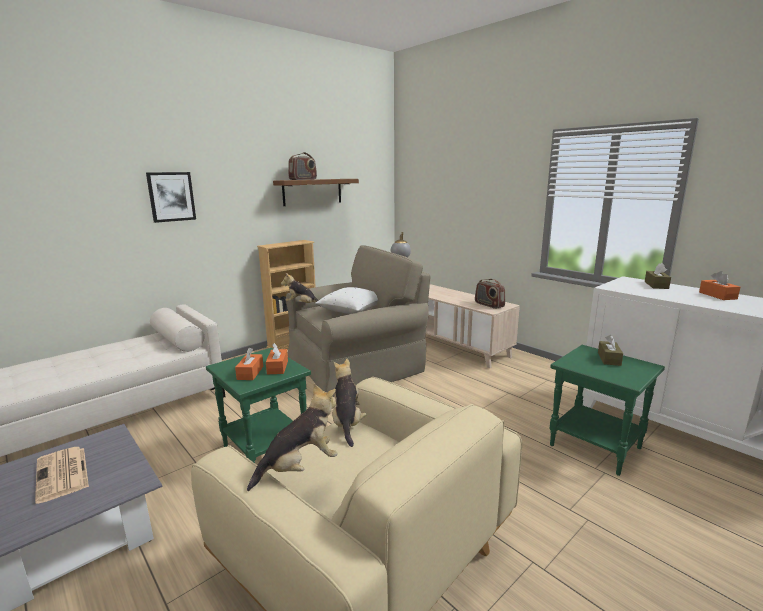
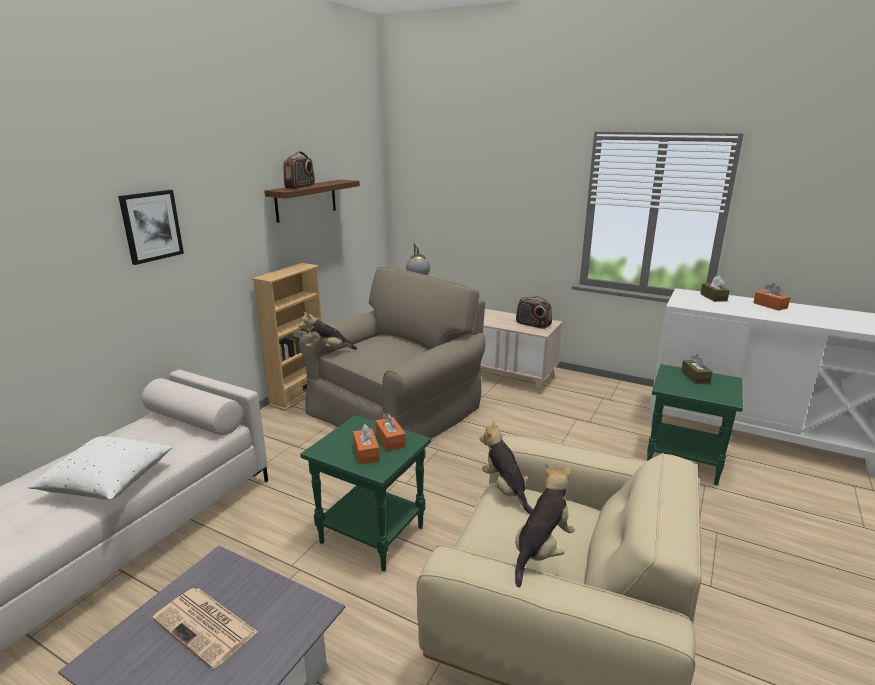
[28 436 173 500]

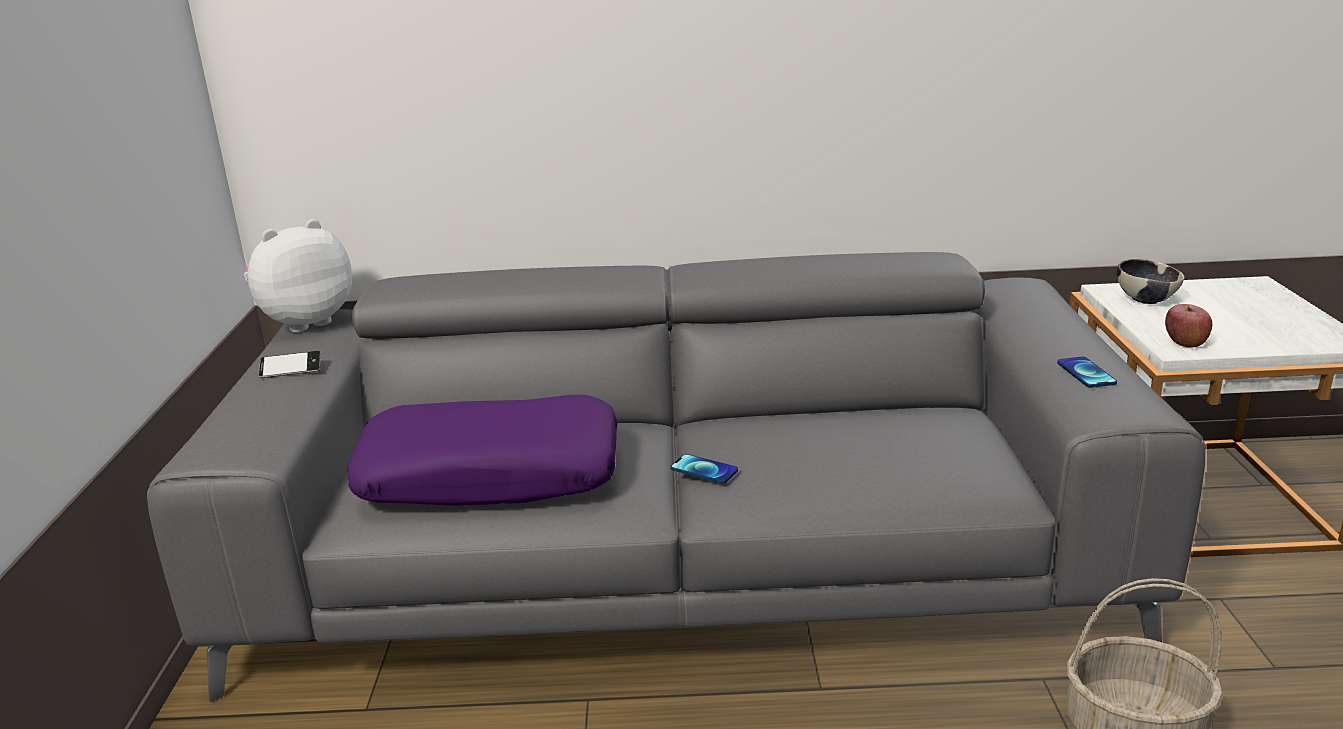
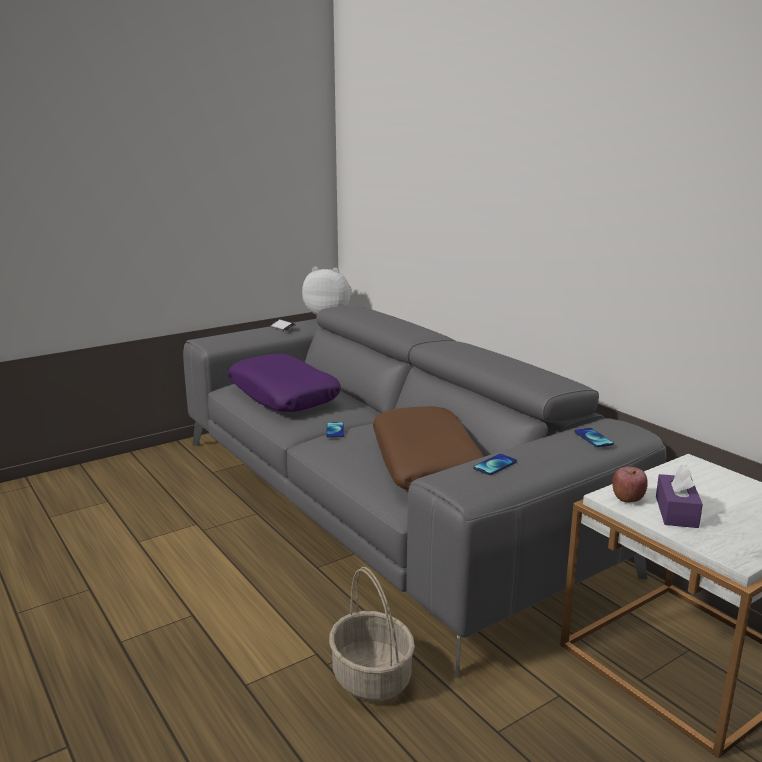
[1117 259 1184 304] (first image)
[373 406 484 490]
[574 428 614 447]
[656 465 703 528]

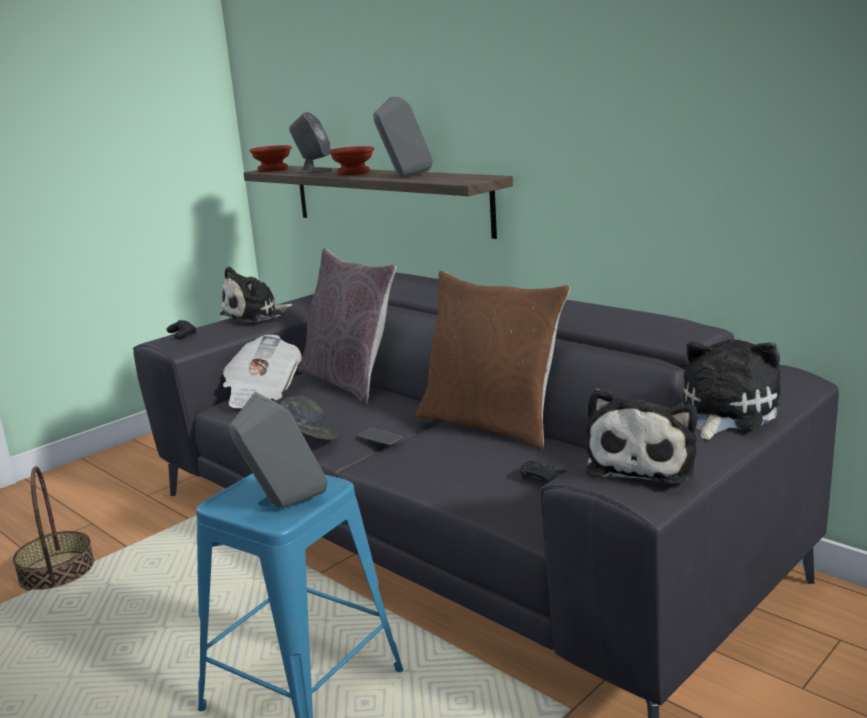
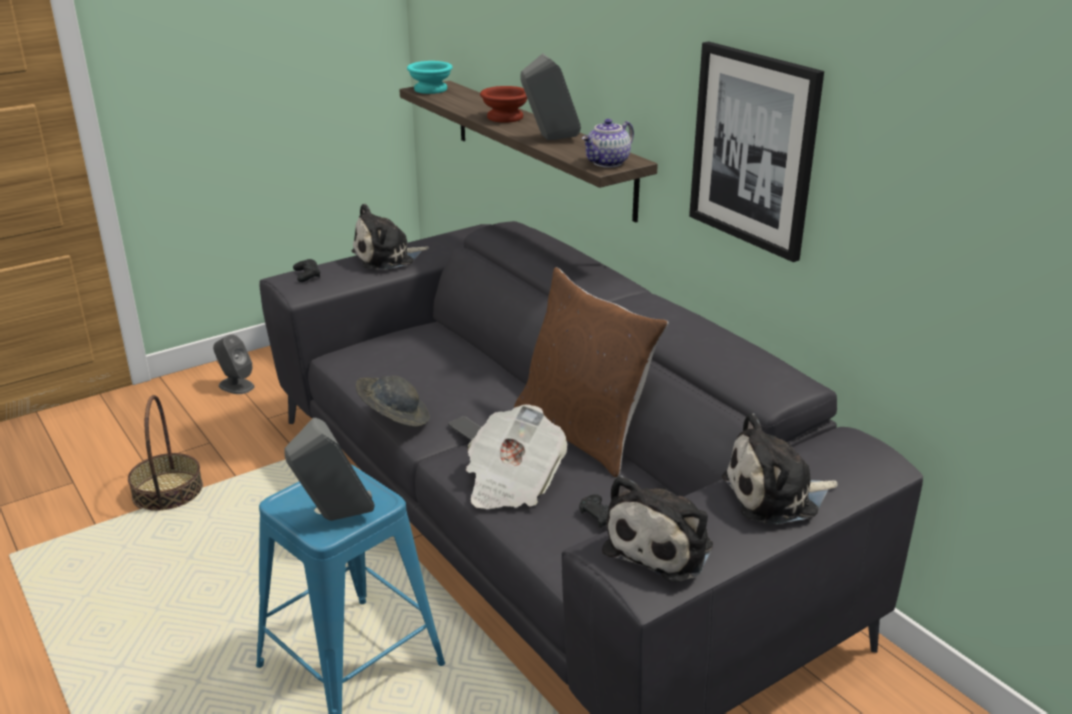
[213 334 254 394]
[407 61 453 94]
[298 248 397 404] (first image)
[466 404 567 509]
[722 413 838 524]
[689 42 824 262]
[582 119 634 168]

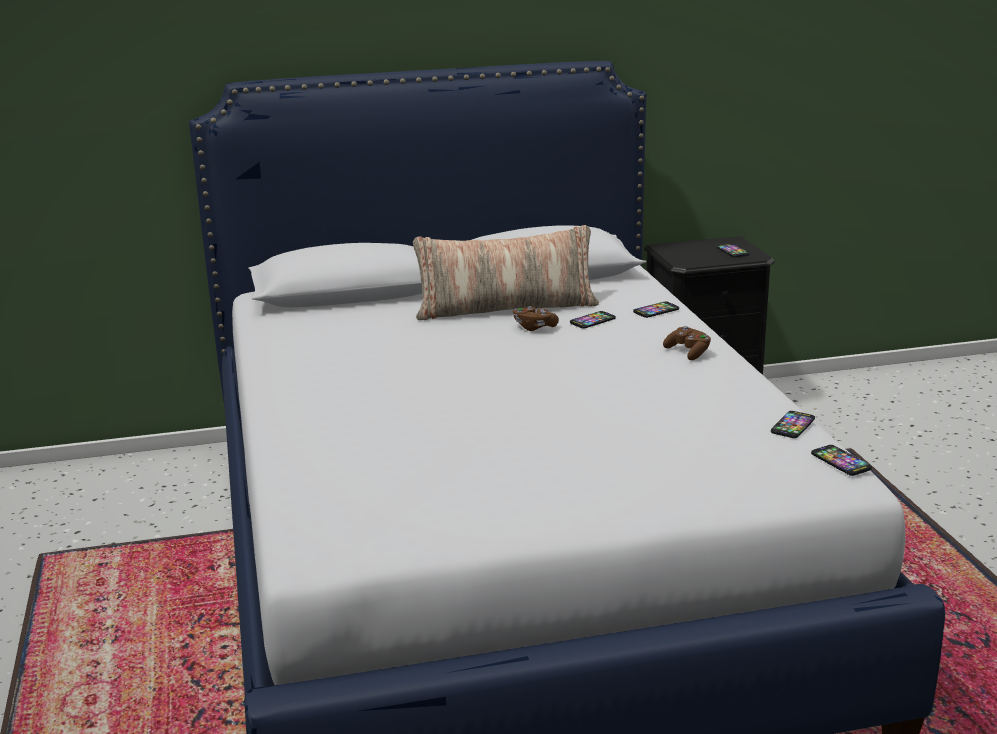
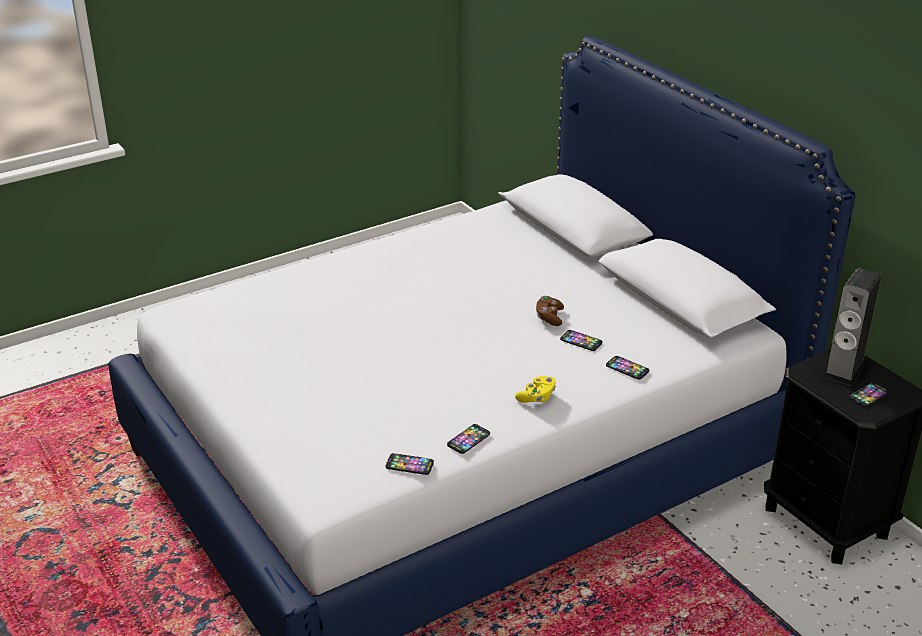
[413 225 599 320] (first image)
[515 376 556 403]
[447 424 490 454]
[823 268 881 386]

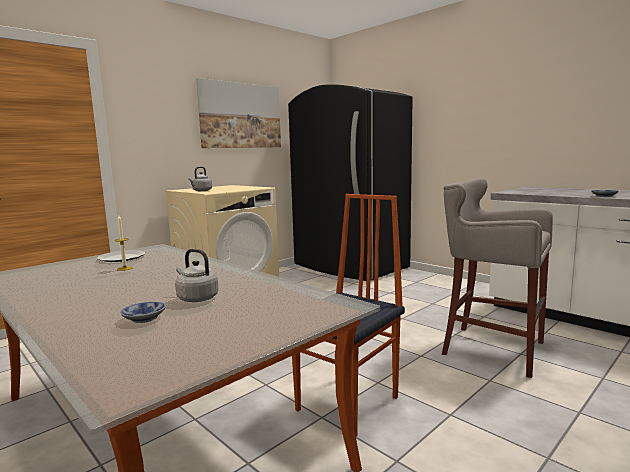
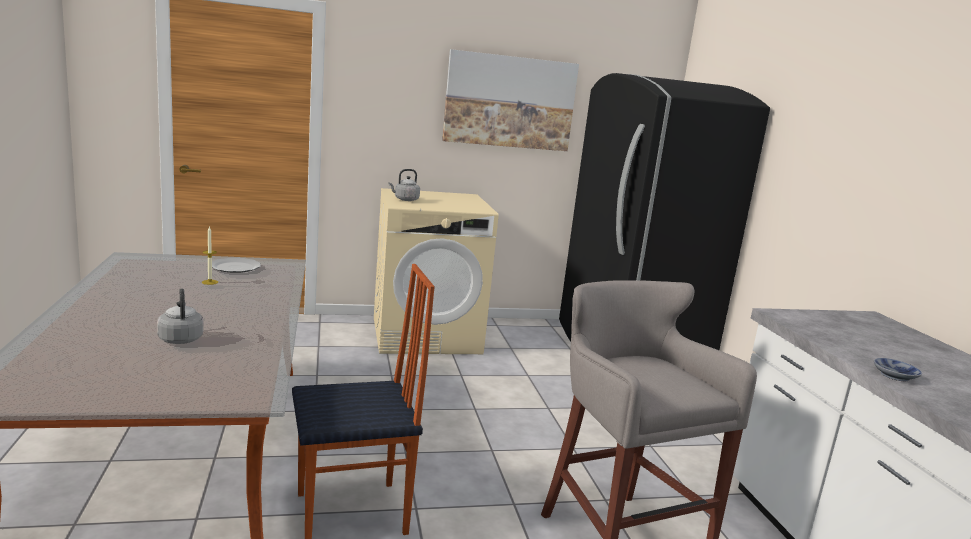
[120 302 166 323] (first image)

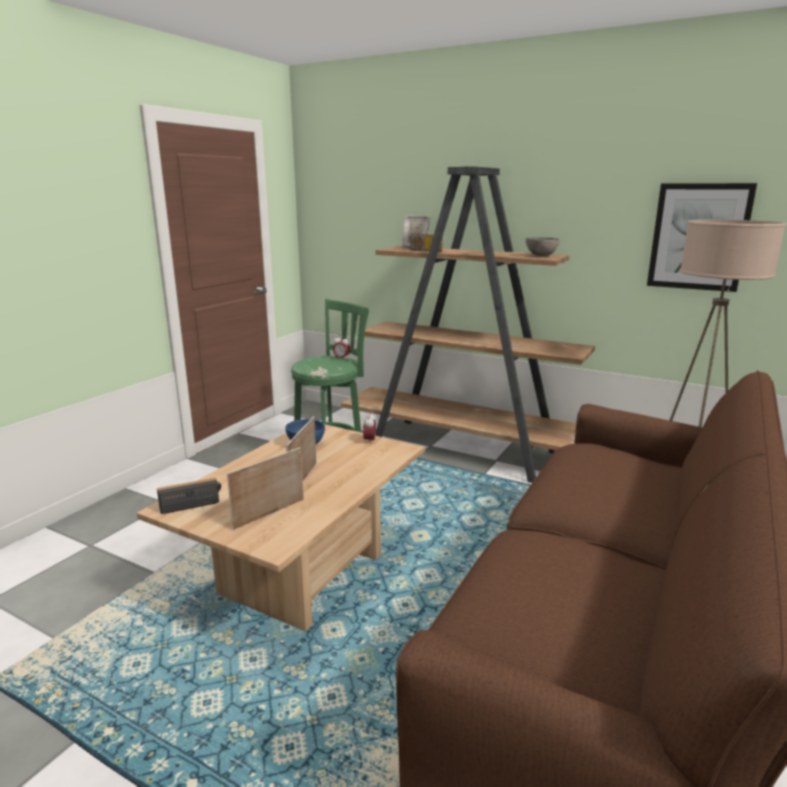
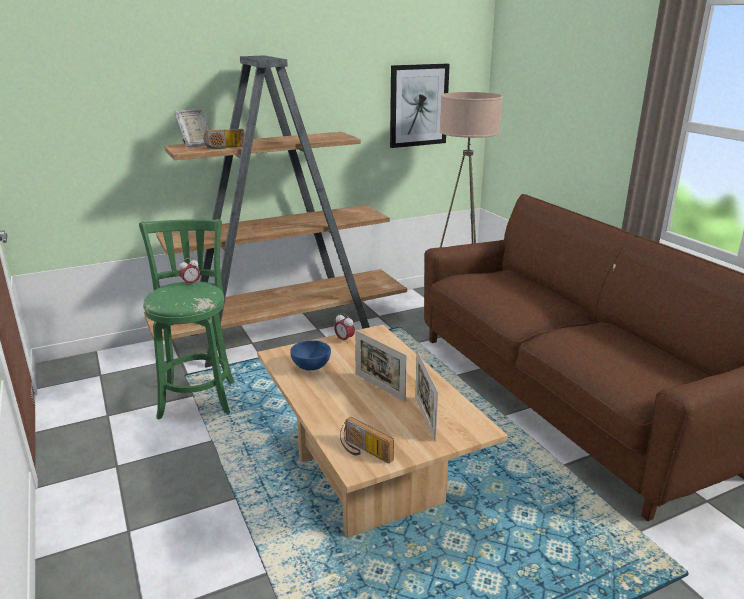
[526 237 560 256] (first image)
[340 417 394 463]

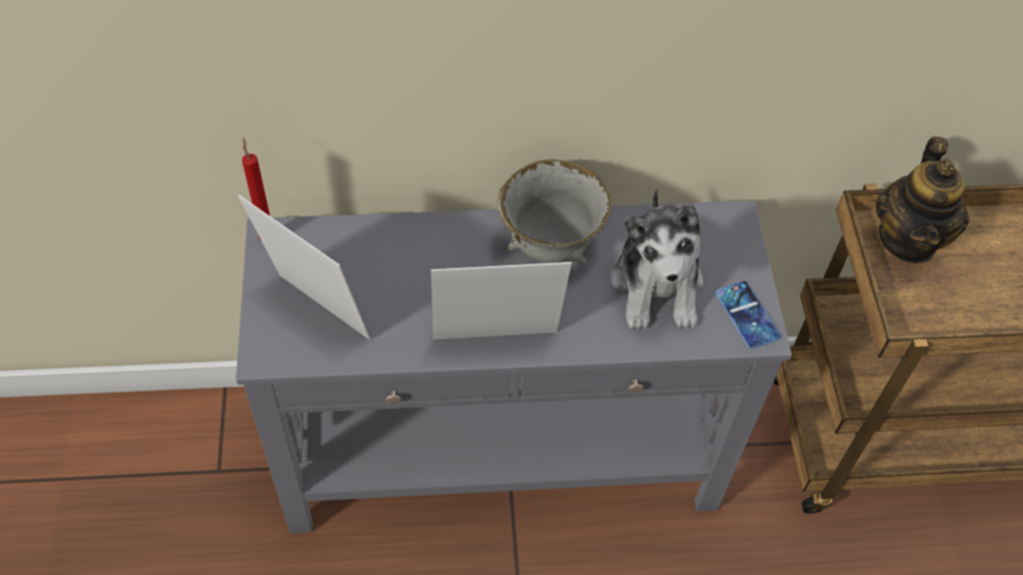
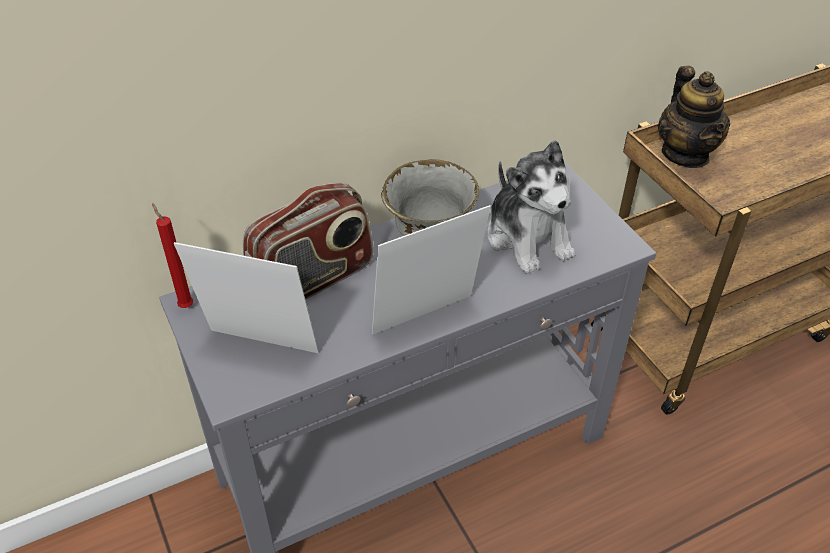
[715 281 781 349] (first image)
[243 183 374 300]

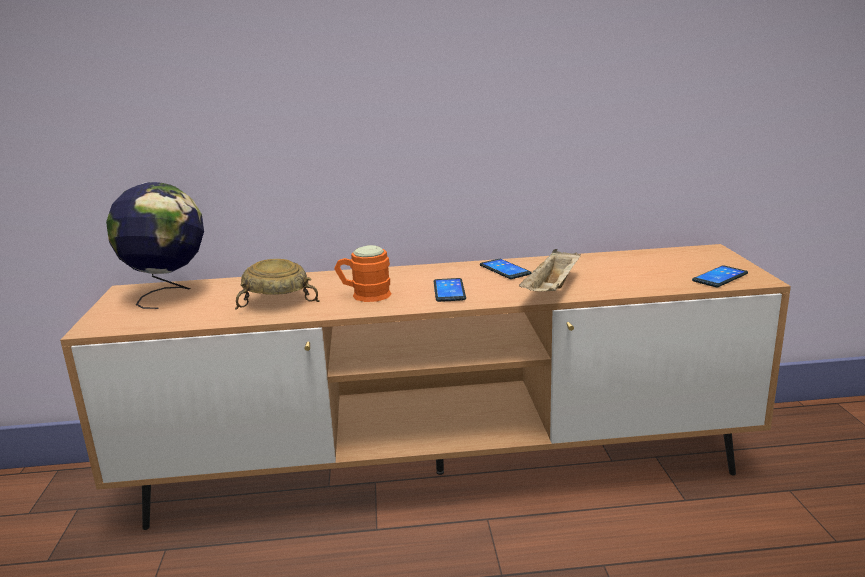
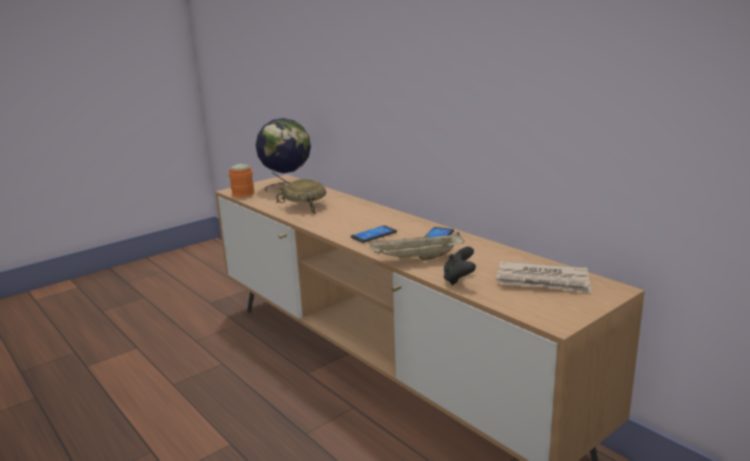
[229 164 255 197]
[692 265 748 287] (first image)
[444 247 476 285]
[496 261 591 294]

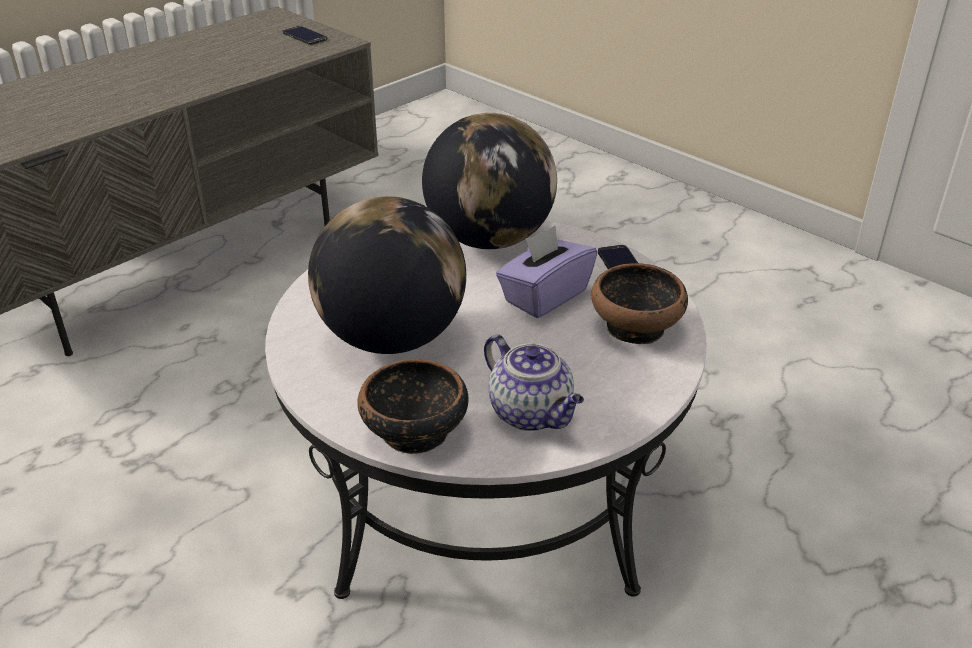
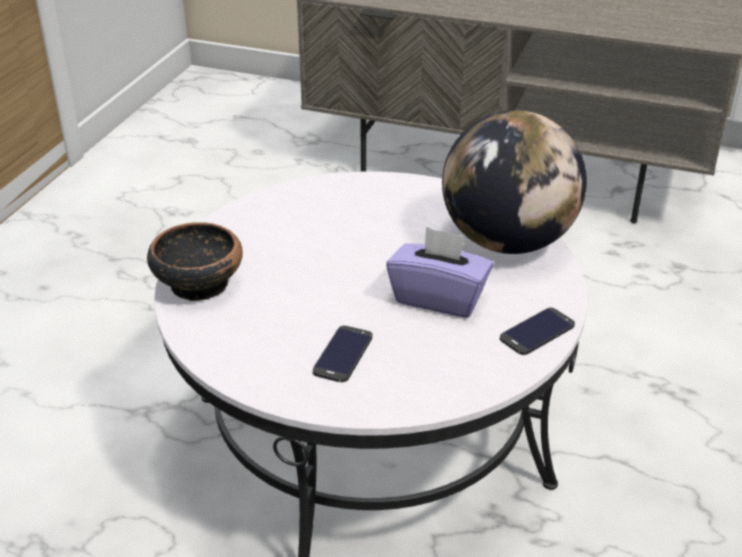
[313 326 372 382]
[308 196 466 354] (first image)
[591 263 688 344] (first image)
[484 334 584 431] (first image)

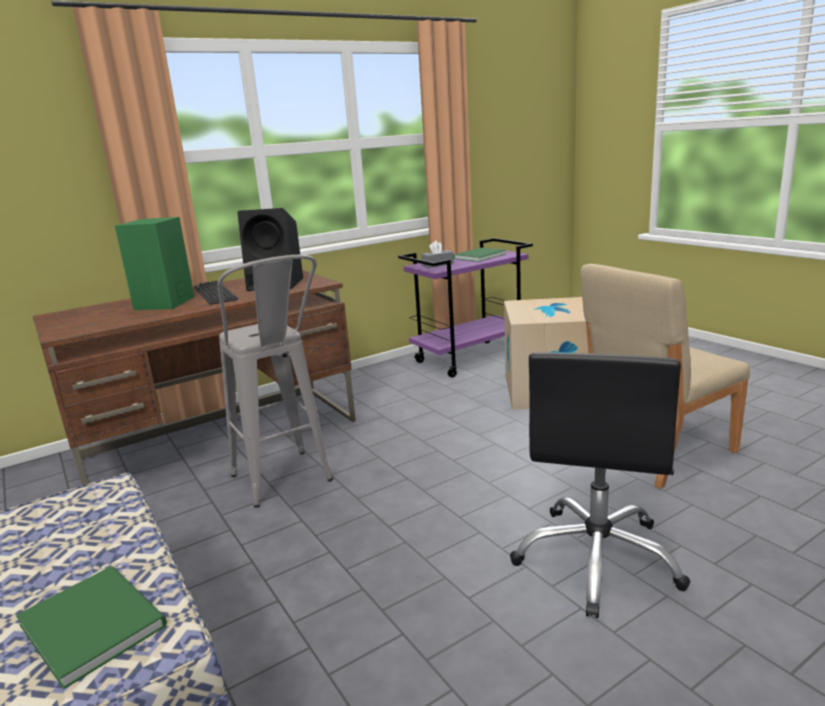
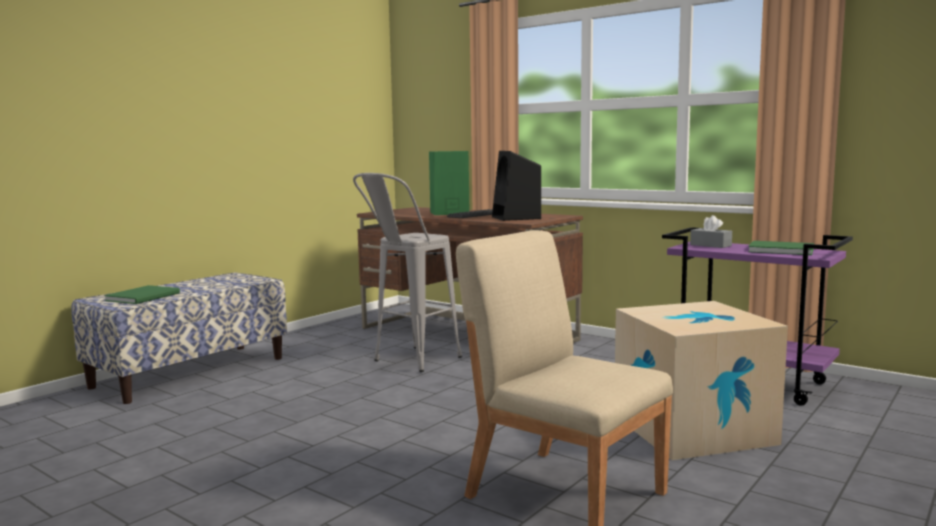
[510 352 690 618] (first image)

